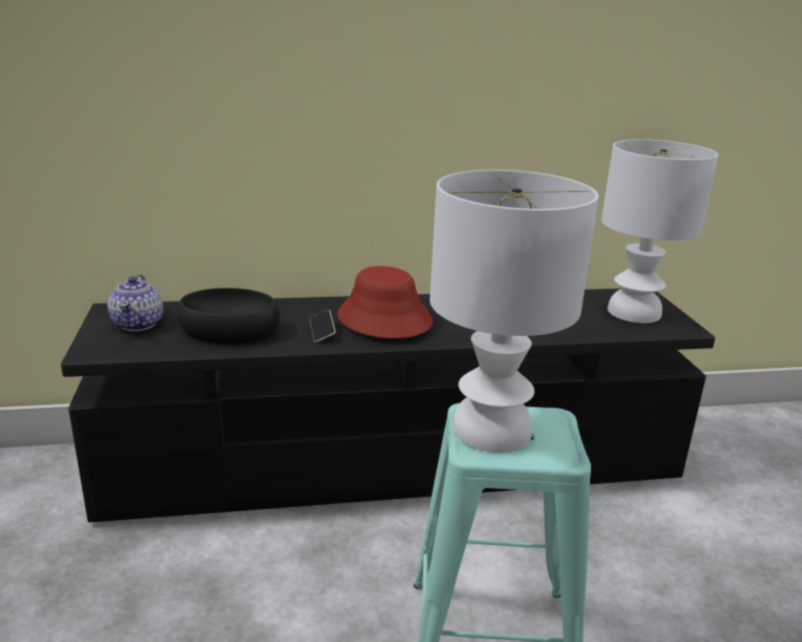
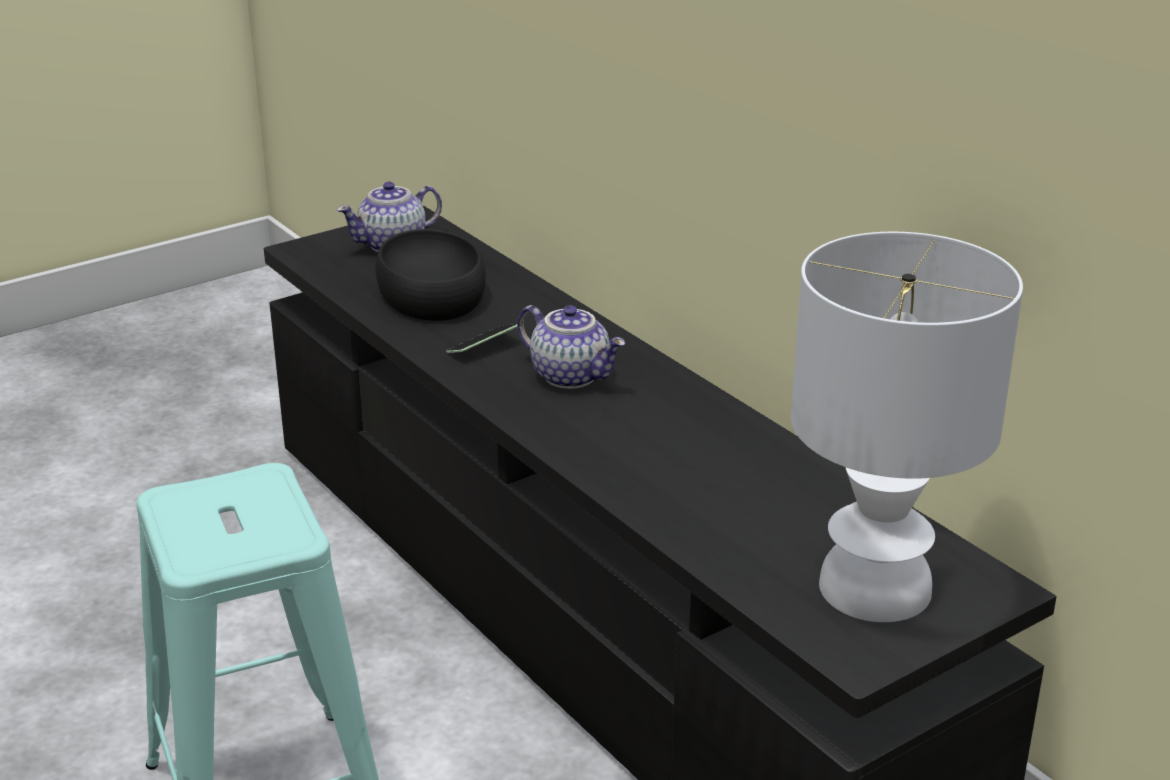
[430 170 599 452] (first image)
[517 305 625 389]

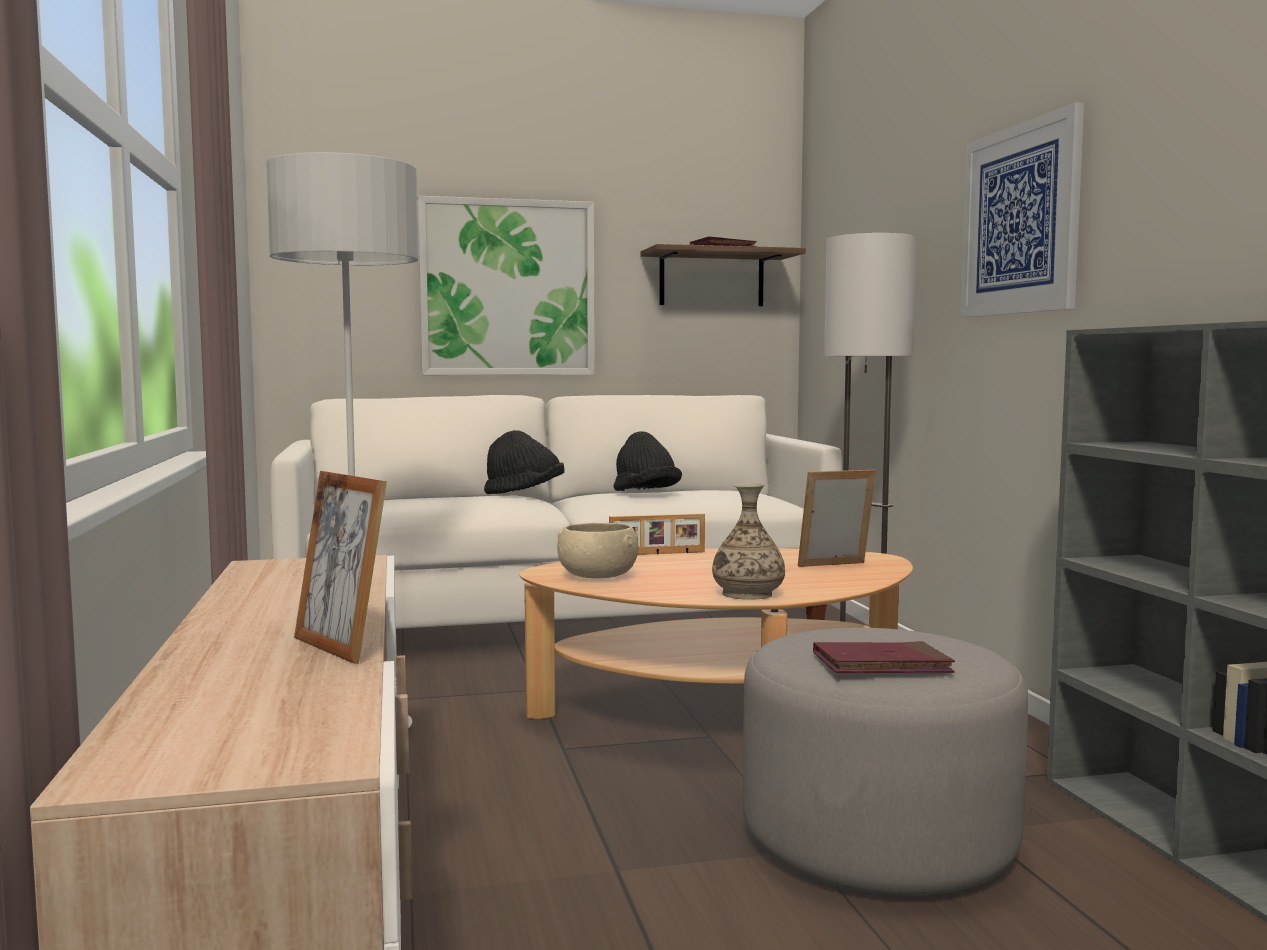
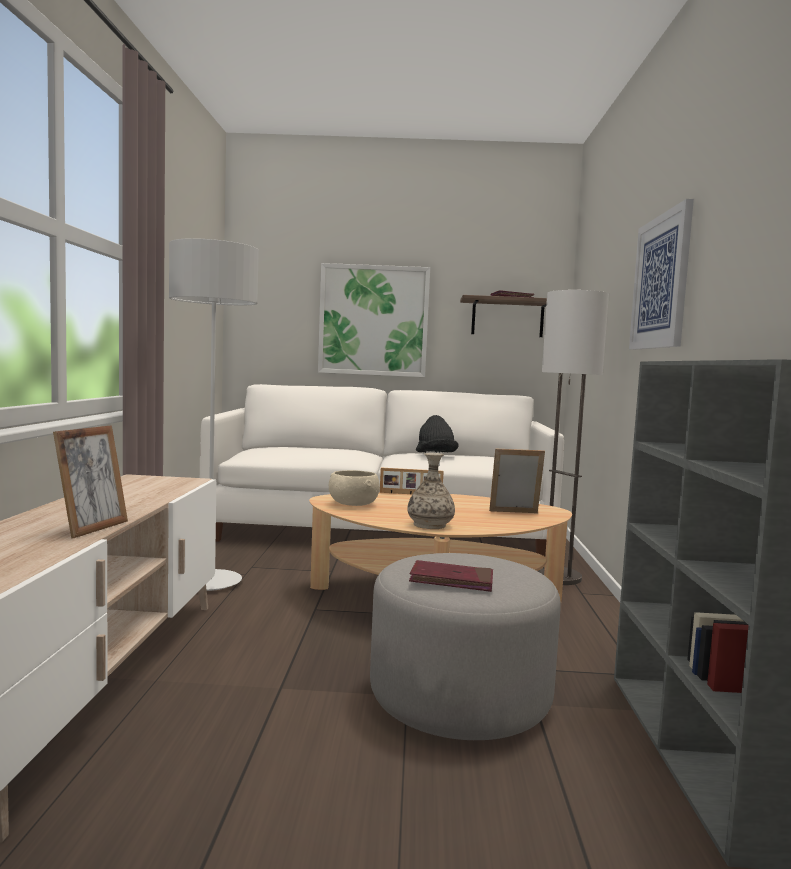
[484 430 564 494] (first image)
[53 425 128 538]

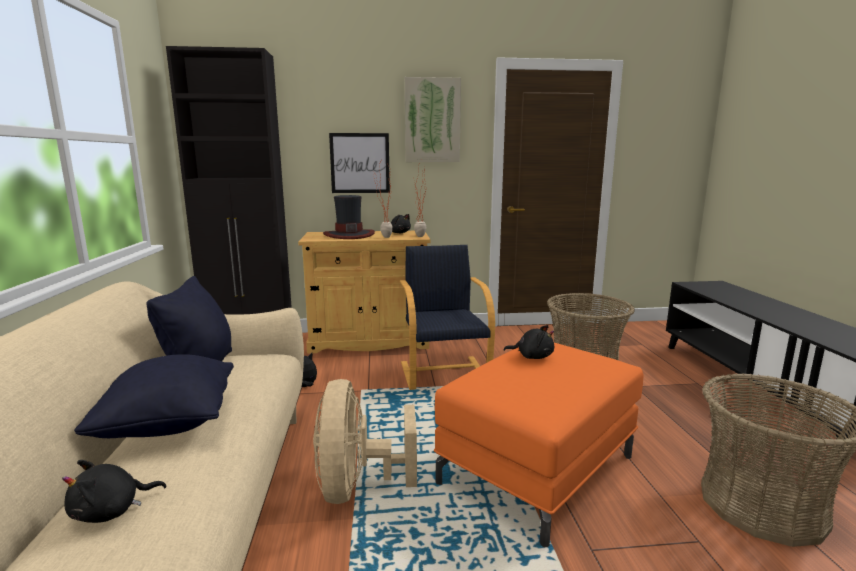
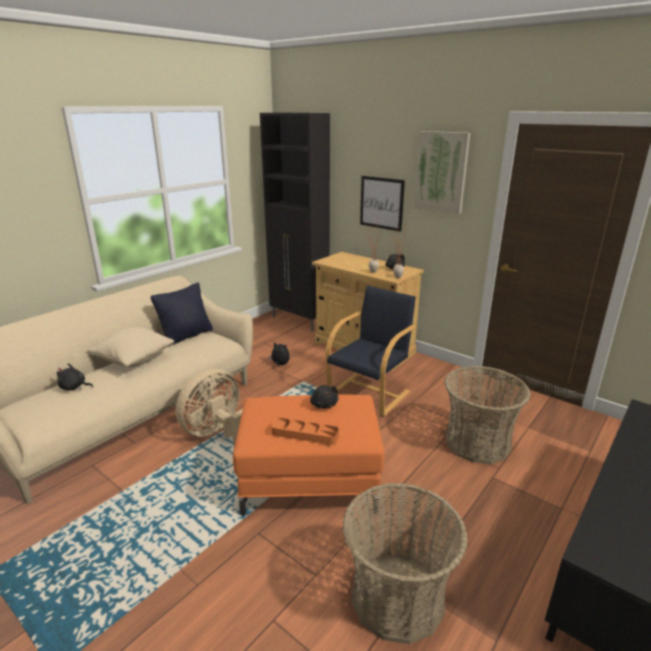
[323 195 375 239] (first image)
[88 327 174 367]
[272 418 339 445]

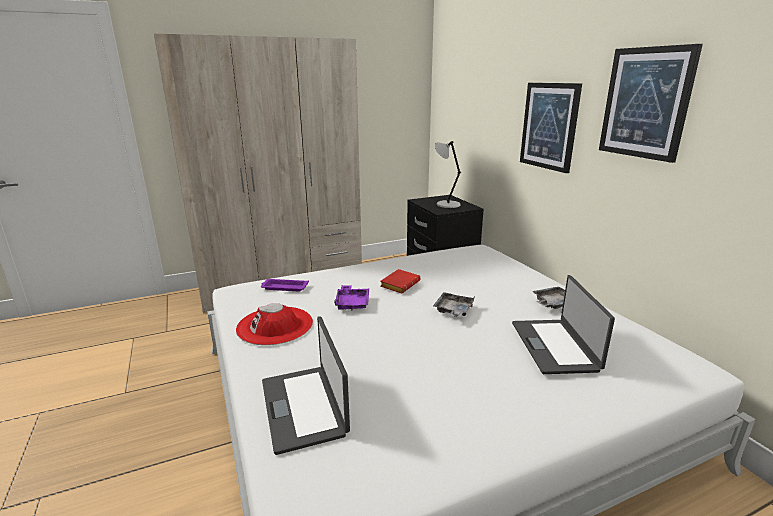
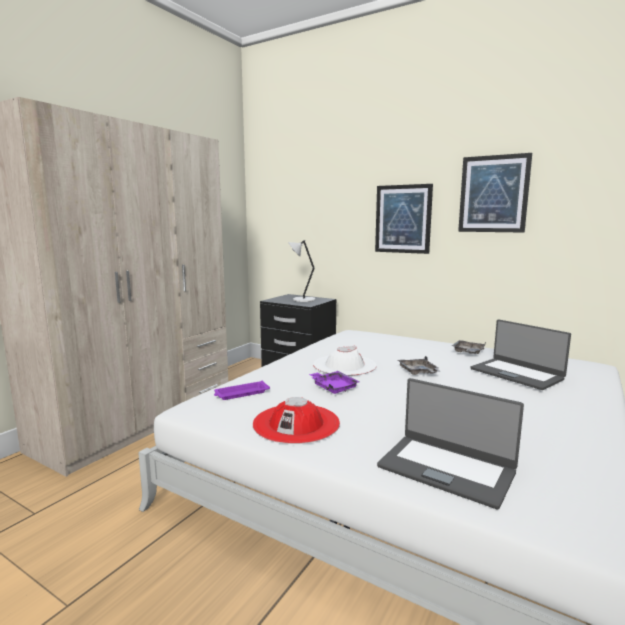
[313 346 377 376]

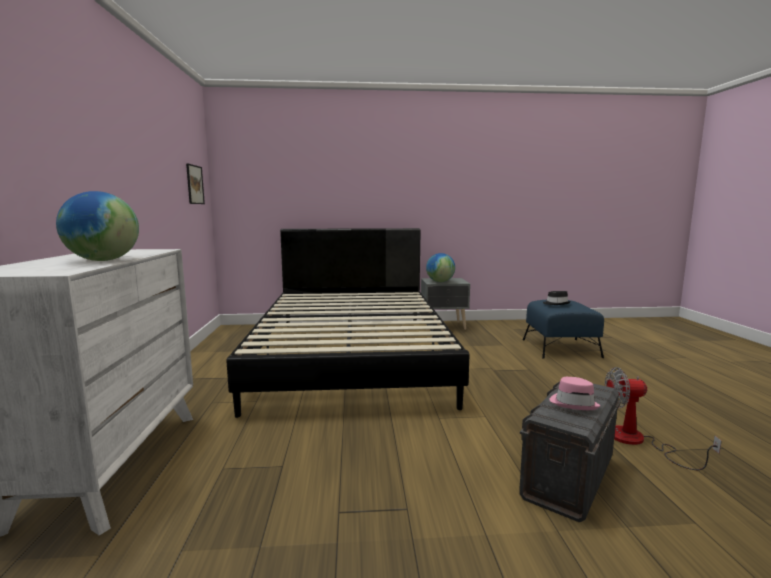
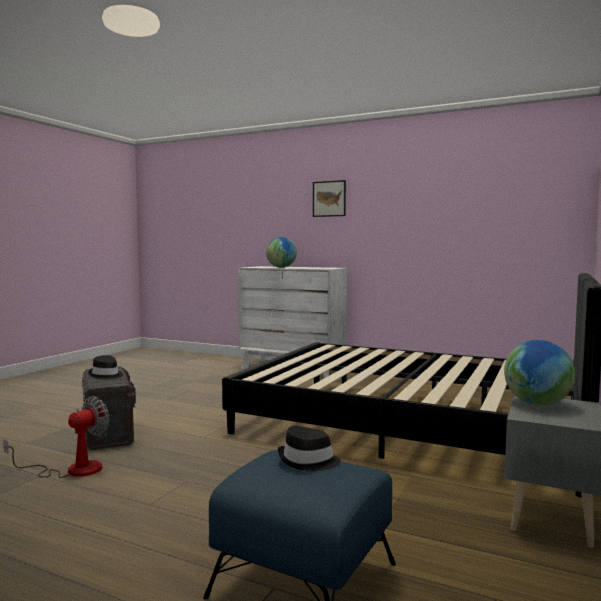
[313 180 346 217]
[88 355 123 380]

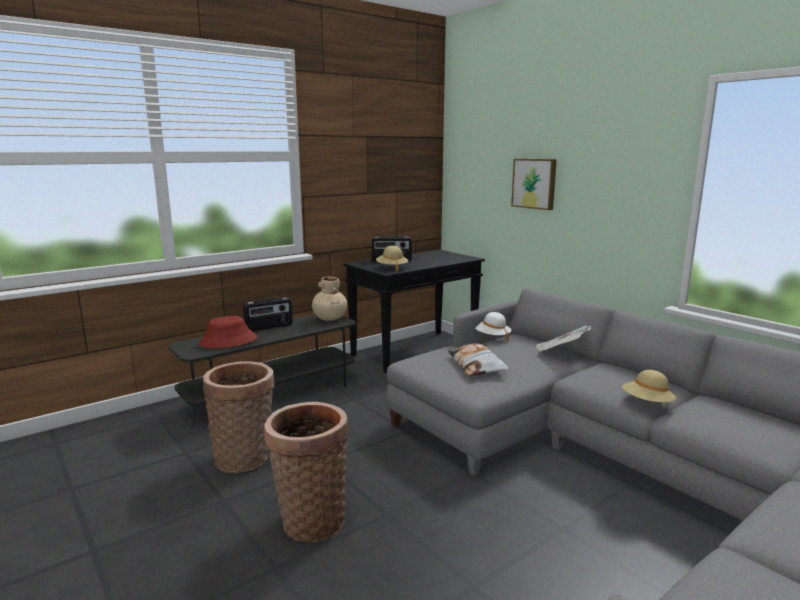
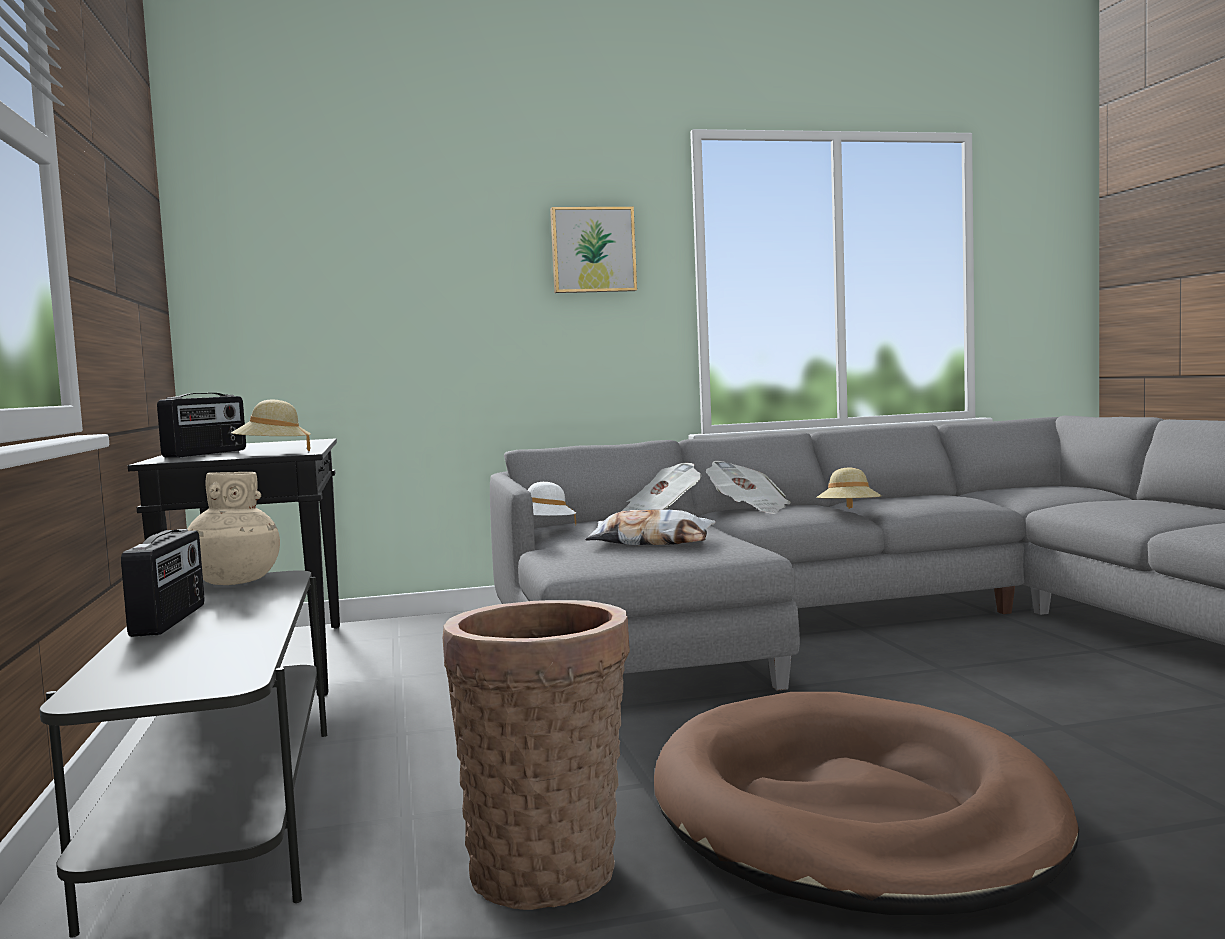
[550 207 637 293]
[199 316 258 348] (first image)
[654 692 1079 915]
[706 461 791 514]

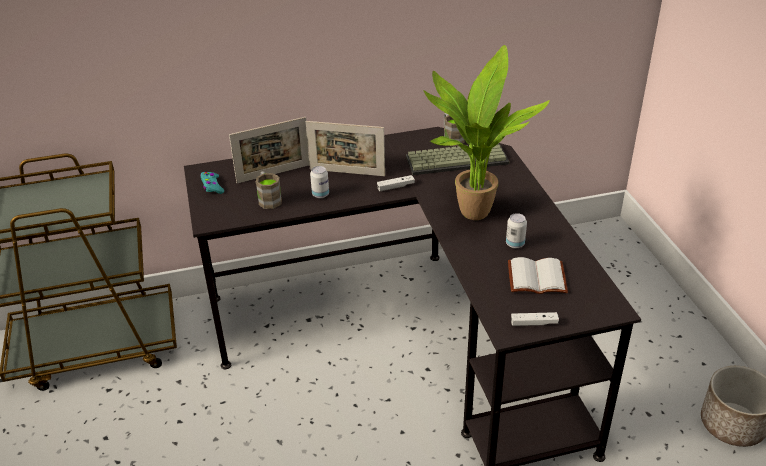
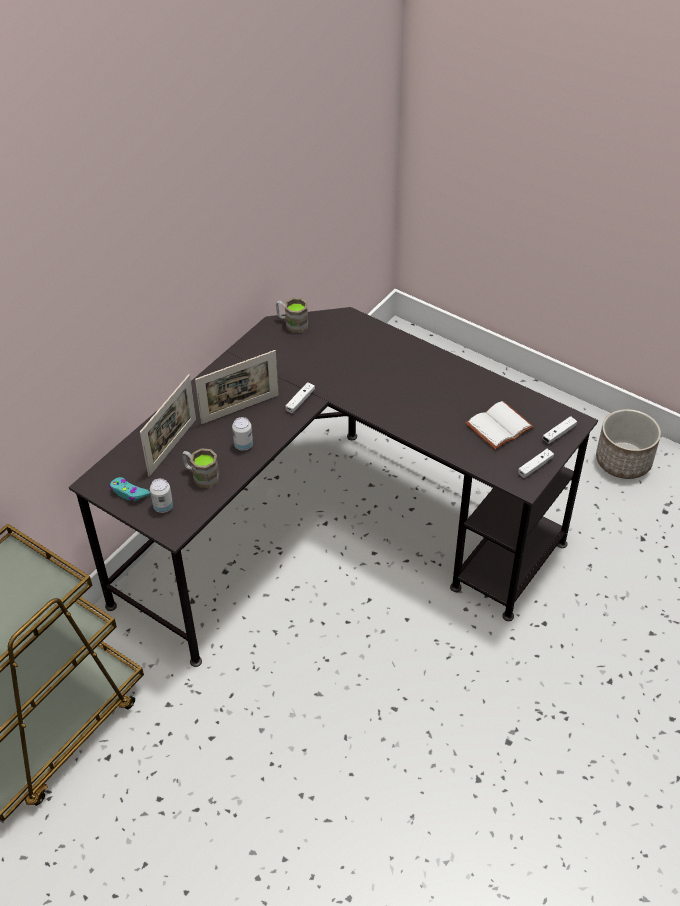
[423 45 550 220] (first image)
[406 143 509 175] (first image)
[150 478 173 513]
[543 416 577 443]

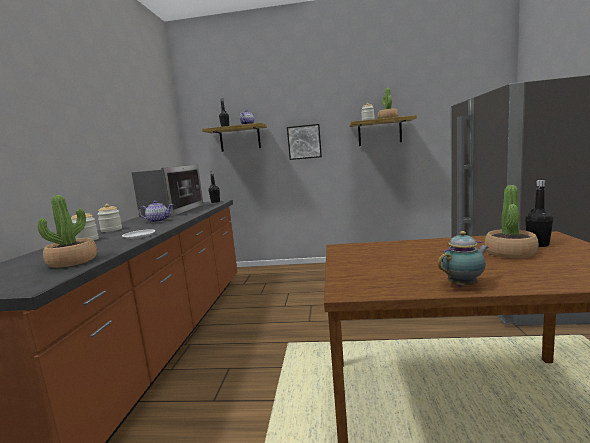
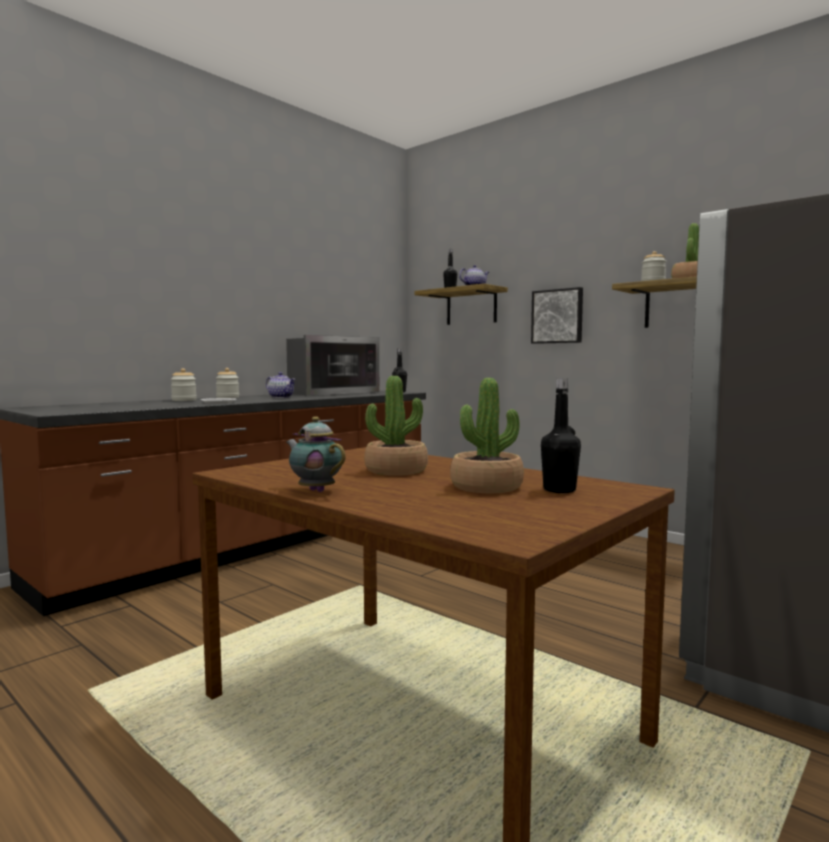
[364 376 428 476]
[286 417 345 492]

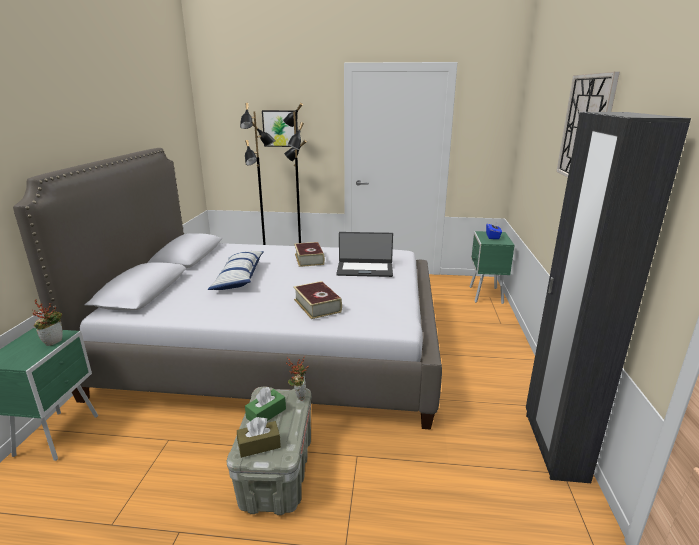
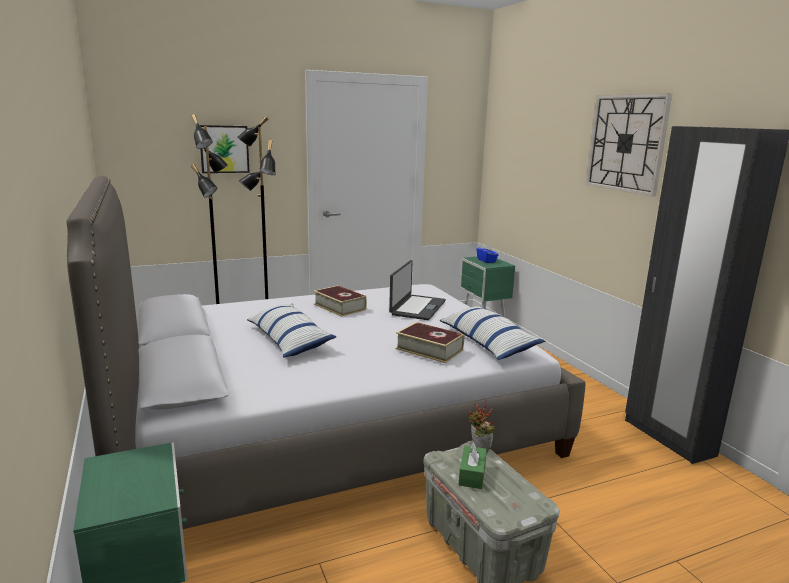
[389 260 446 320]
[32 300 63 346] (first image)
[237 417 281 458] (first image)
[440 306 545 360]

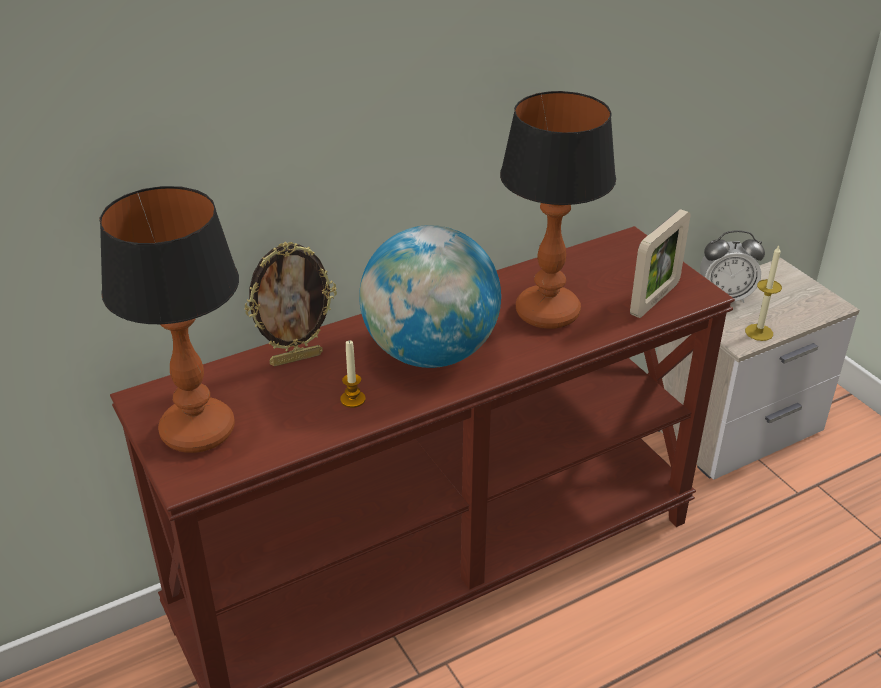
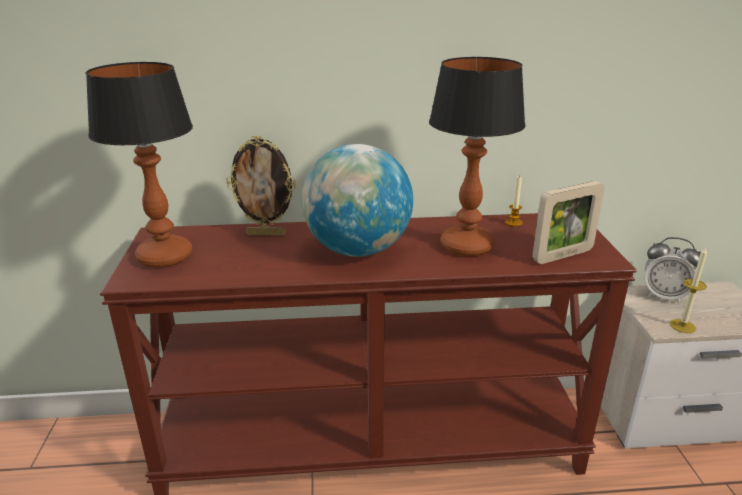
[505 175 523 227]

